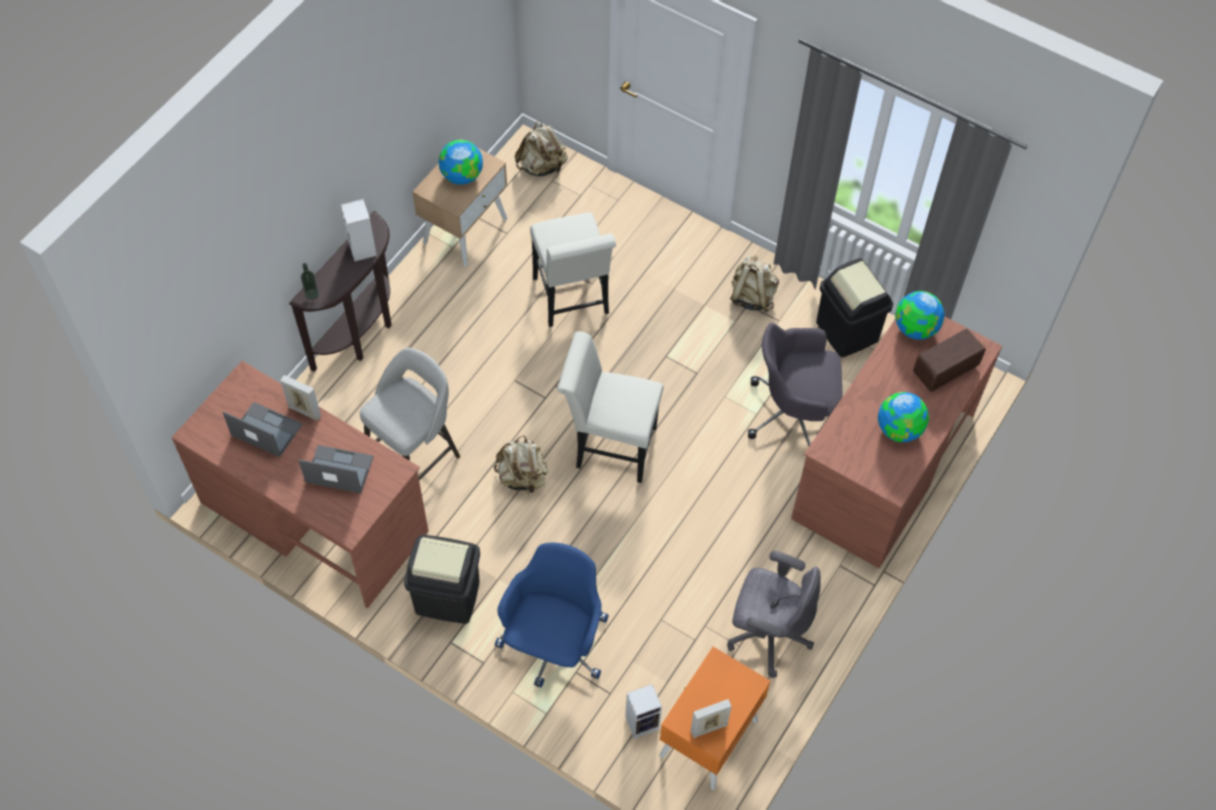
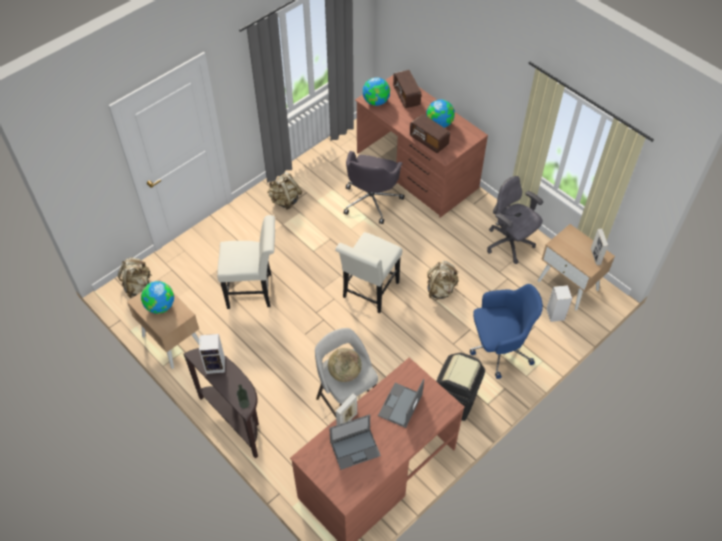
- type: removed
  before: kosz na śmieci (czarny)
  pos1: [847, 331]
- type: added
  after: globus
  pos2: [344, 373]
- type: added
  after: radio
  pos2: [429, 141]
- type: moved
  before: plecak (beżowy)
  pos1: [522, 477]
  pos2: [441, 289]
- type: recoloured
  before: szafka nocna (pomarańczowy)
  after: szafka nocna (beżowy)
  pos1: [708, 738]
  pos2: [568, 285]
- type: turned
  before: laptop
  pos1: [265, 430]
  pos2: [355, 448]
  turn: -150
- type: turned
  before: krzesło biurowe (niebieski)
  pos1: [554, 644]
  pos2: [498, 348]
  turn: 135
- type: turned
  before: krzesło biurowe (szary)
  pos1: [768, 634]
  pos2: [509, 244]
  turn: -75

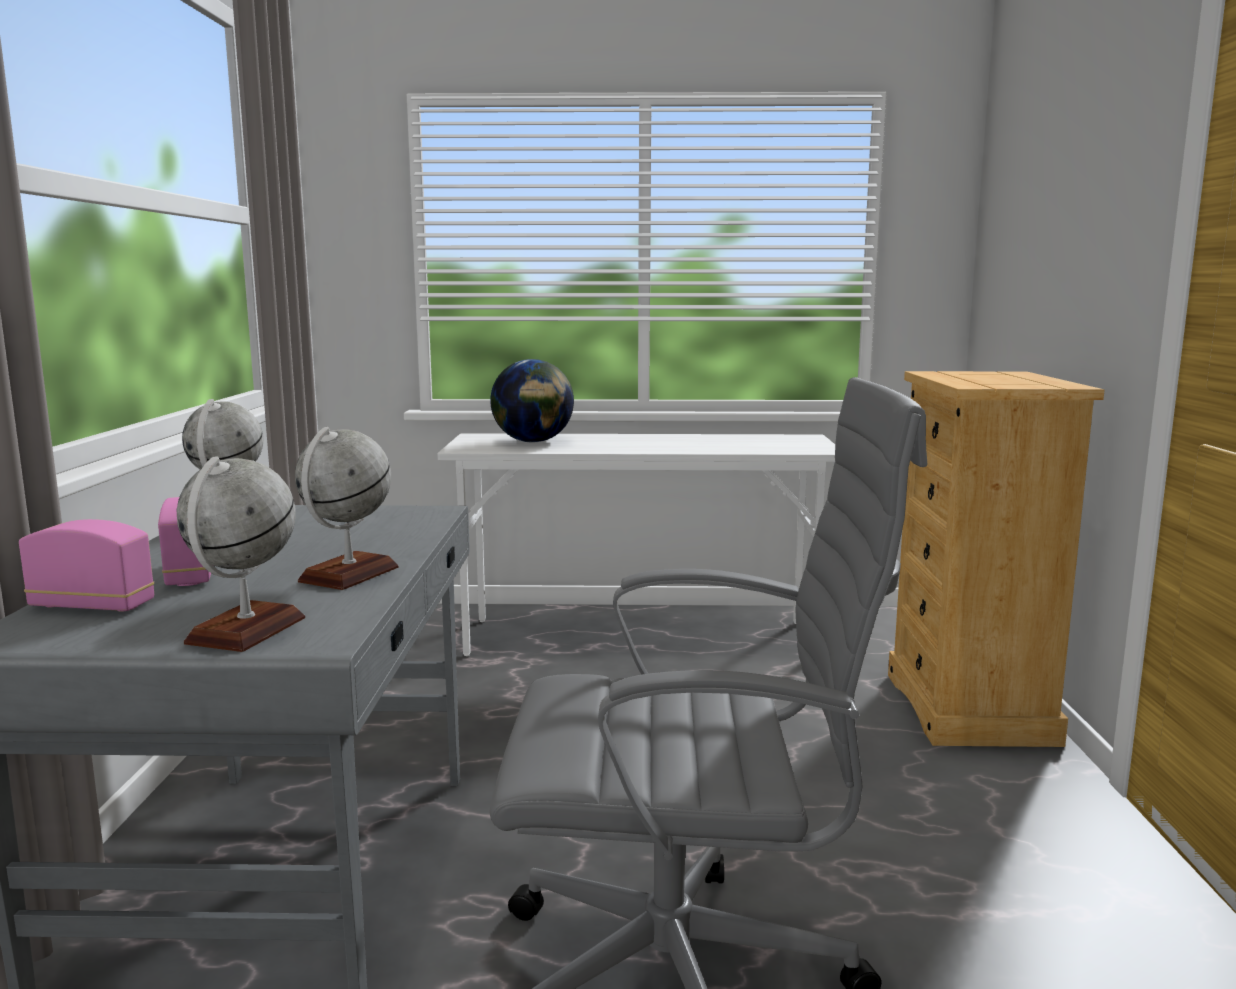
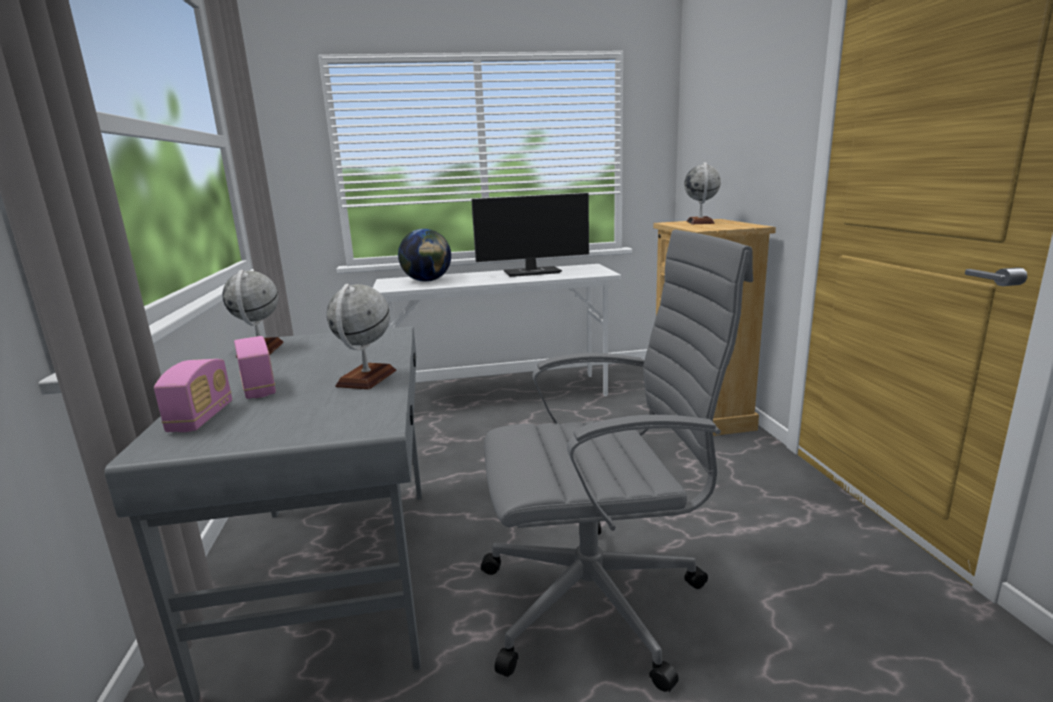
- type: added
  after: monitor
  pos2: [533, 272]
- type: moved
  before: globus
  pos1: [246, 630]
  pos2: [700, 222]
- type: turned
  before: radio
  pos1: [92, 605]
  pos2: [201, 418]
  turn: 90

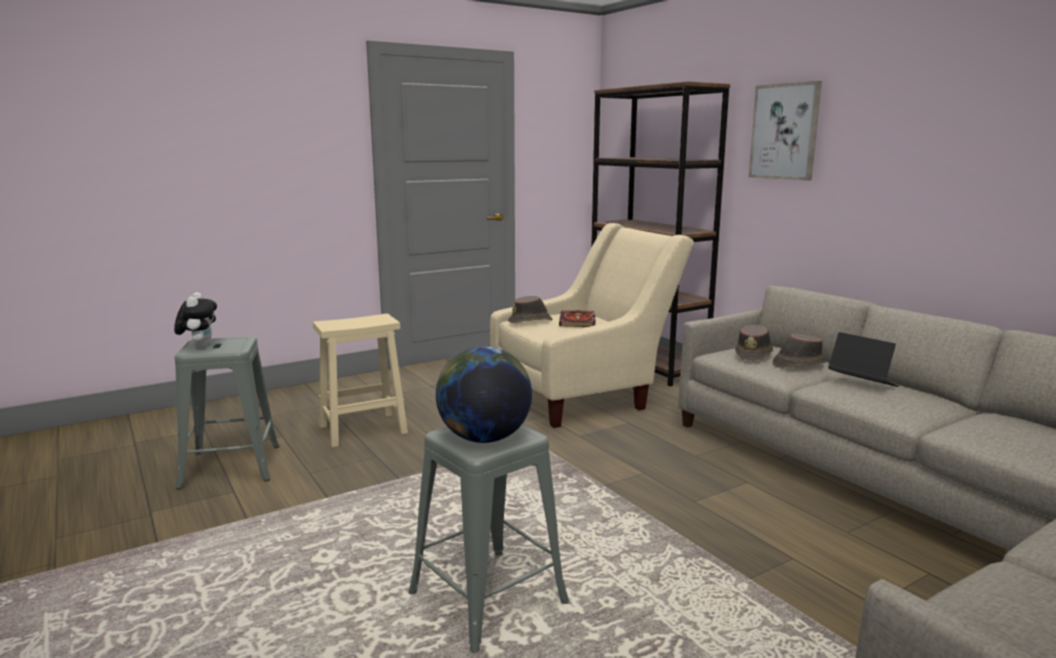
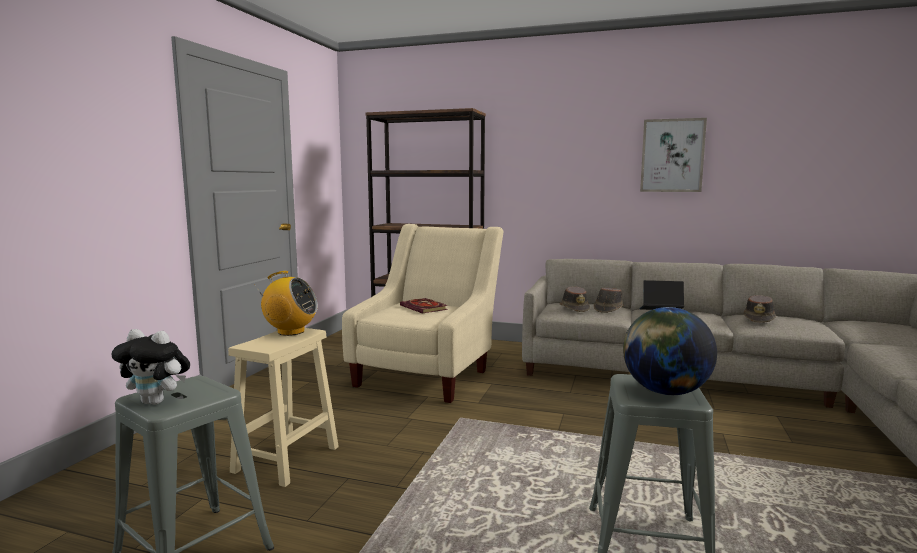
- type: added
  after: radio
  pos2: [290, 332]
- type: moved
  before: kapelusz (brązowy)
  pos1: [530, 321]
  pos2: [759, 319]
- type: moved
  before: obraz
  pos1: [784, 131]
  pos2: [672, 155]
- type: turned
  before: pluszak
  pos1: [199, 346]
  pos2: [157, 402]
  turn: 150

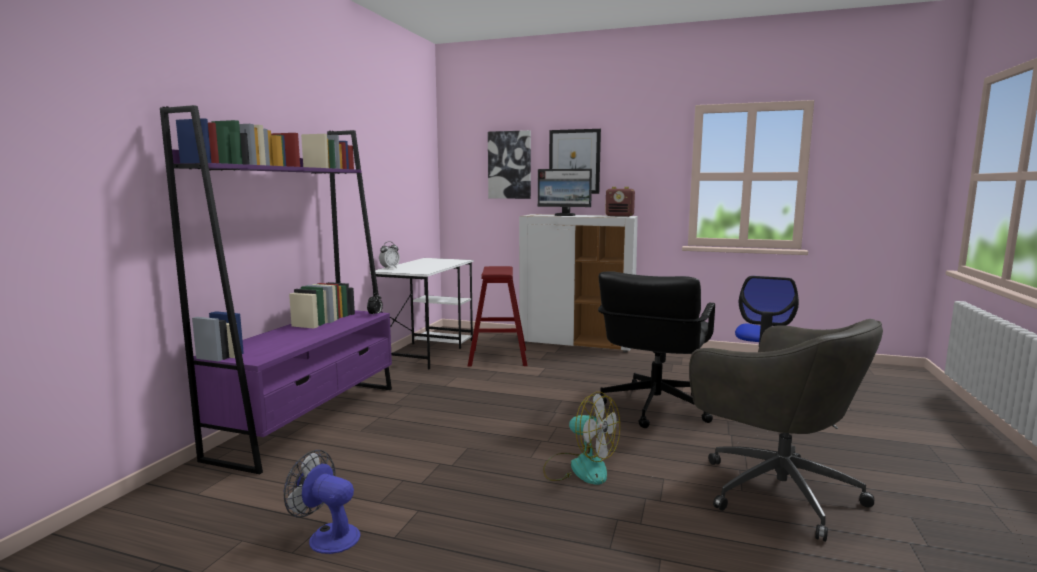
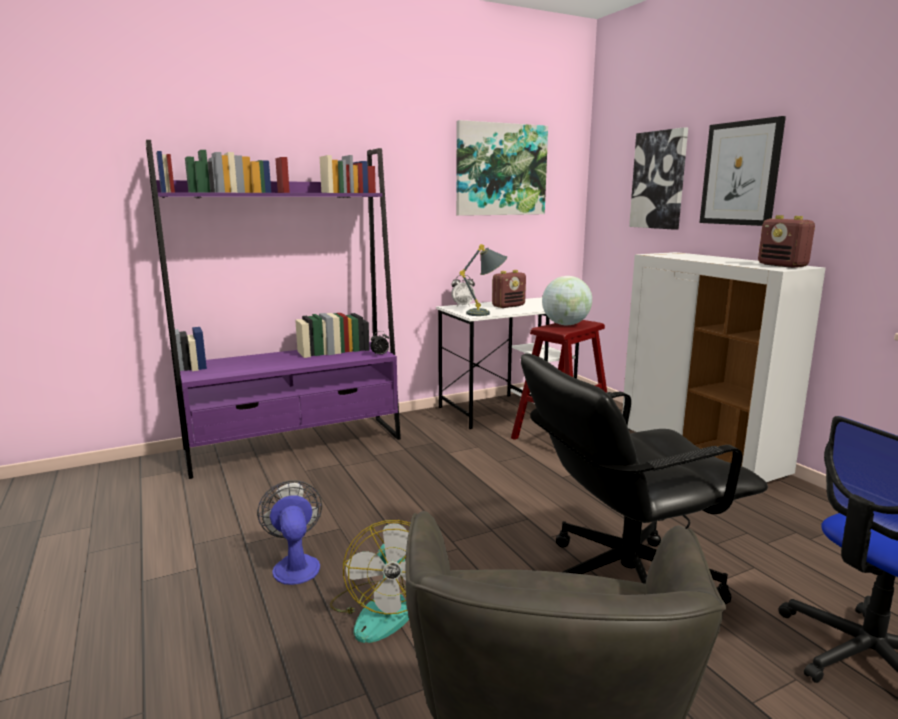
- type: removed
  before: monitor
  pos1: [565, 215]
- type: added
  after: obraz
  pos2: [501, 170]
- type: added
  after: lampa stołowa (szary)
  pos2: [486, 313]
- type: added
  after: radio
  pos2: [508, 306]
- type: added
  after: globus
  pos2: [565, 324]
- type: moved
  before: wentylator
  pos1: [327, 536]
  pos2: [295, 564]

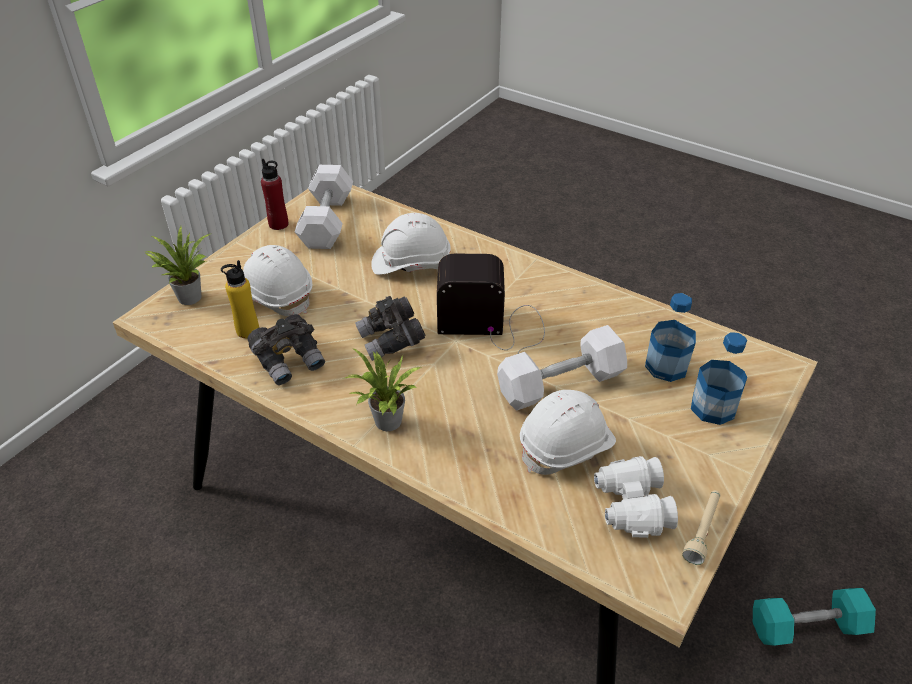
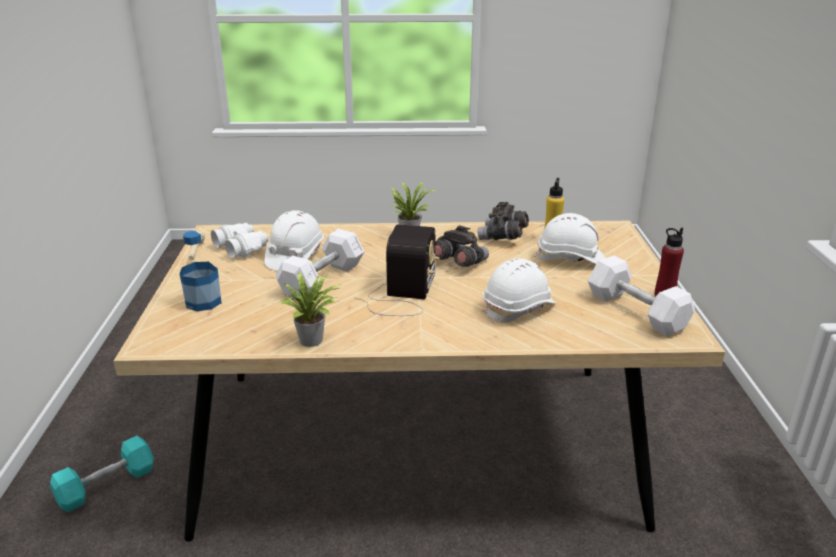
- type: removed
  before: butelka
  pos1: [666, 366]
- type: moved
  before: roślina doniczkowa
  pos1: [188, 296]
  pos2: [314, 341]
- type: turned
  before: radio
  pos1: [494, 324]
  pos2: [402, 294]
  turn: -45

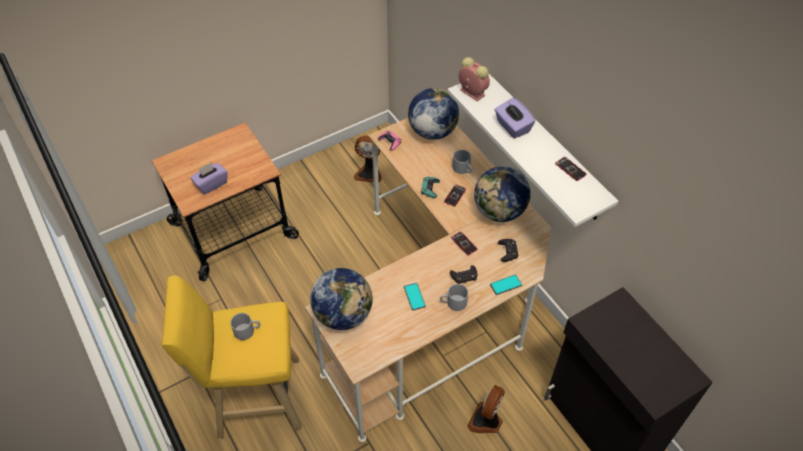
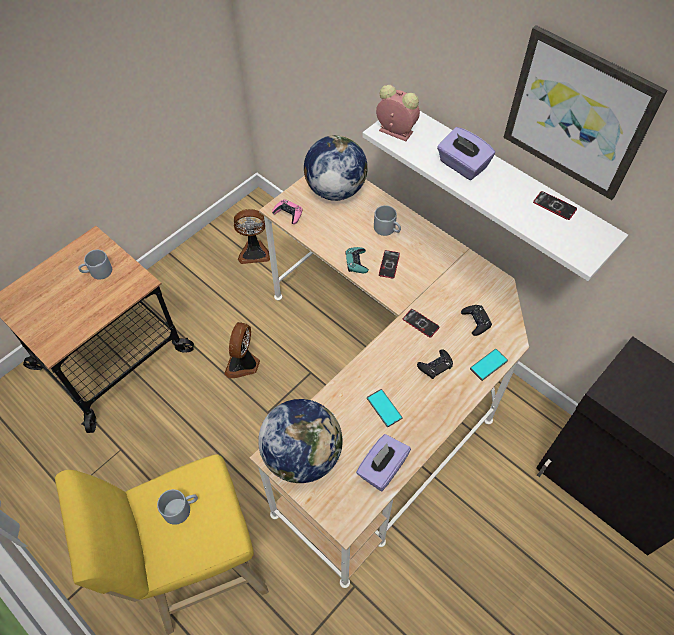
- type: removed
  before: globus
  pos1: [499, 211]
- type: added
  after: obraz
  pos2: [578, 114]
- type: moved
  before: pudełko chusteczek (fioletowy)
  pos1: [211, 184]
  pos2: [382, 468]
- type: moved
  before: kubek (szary)
  pos1: [453, 303]
  pos2: [97, 272]
- type: moved
  before: wentylator
  pos1: [486, 421]
  pos2: [243, 364]

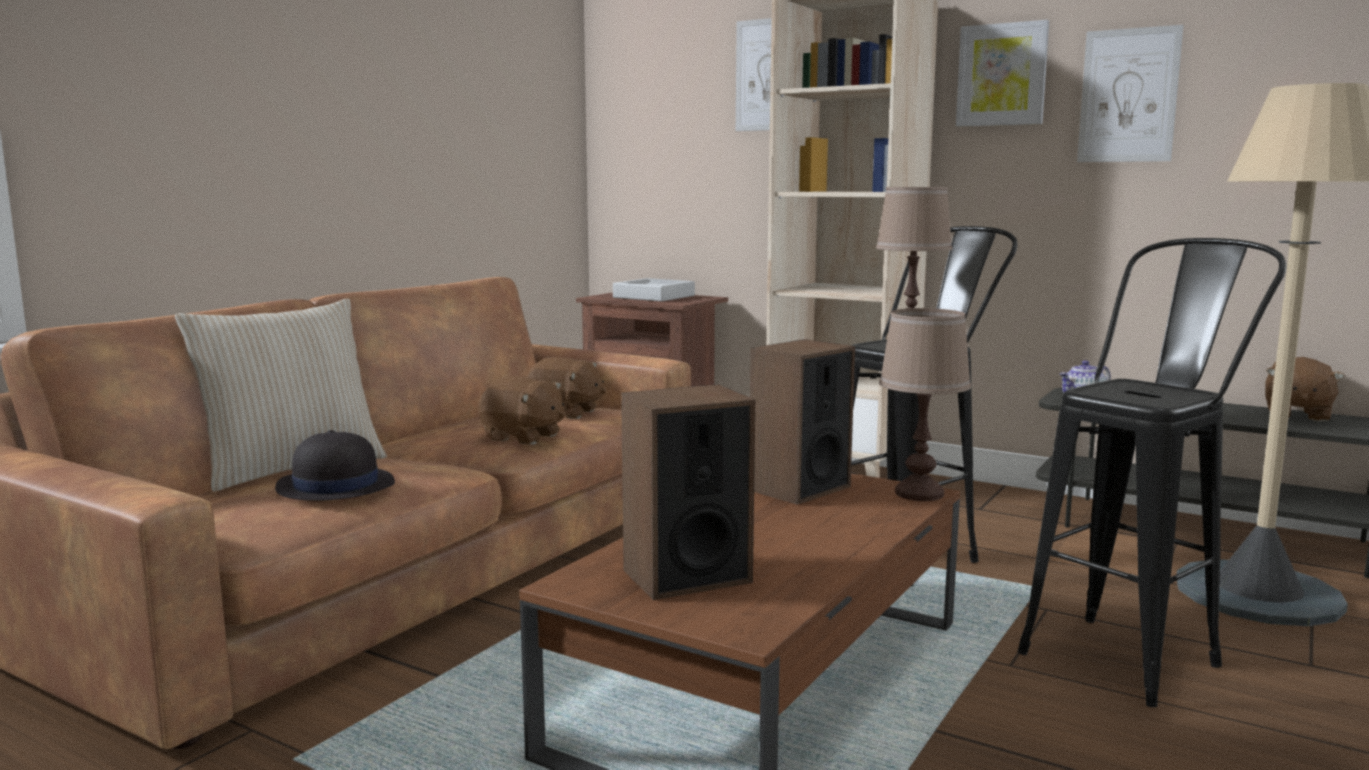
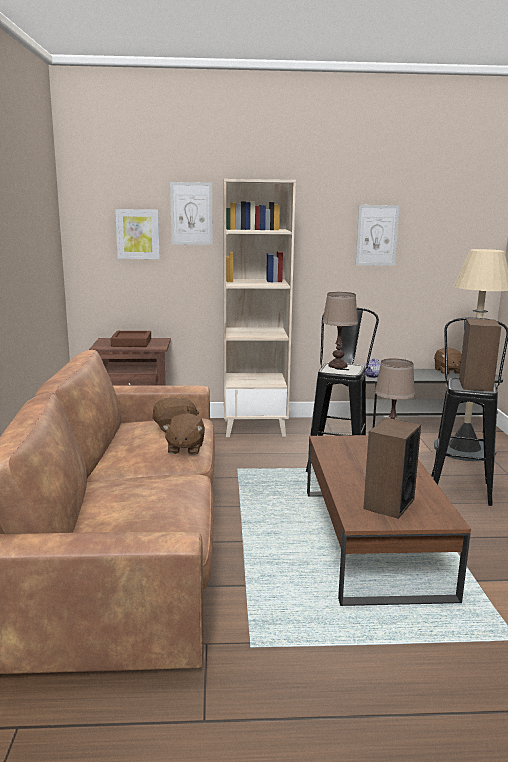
- type: removed
  before: poduszka (beżowy)
  pos1: [291, 468]
- type: removed
  before: kapelusz (czarny)
  pos1: [335, 486]
- type: moved
  before: głośnik
  pos1: [799, 488]
  pos2: [475, 385]
- type: moved
  before: obraz
  pos1: [1002, 75]
  pos2: [138, 234]
- type: recoloured
  before: taca (szary)
  after: taca (brązowy)
  pos1: [654, 296]
  pos2: [131, 342]
- type: turned
  before: pluszak (brązowy)
  pos1: [523, 437]
  pos2: [185, 449]
  turn: 105

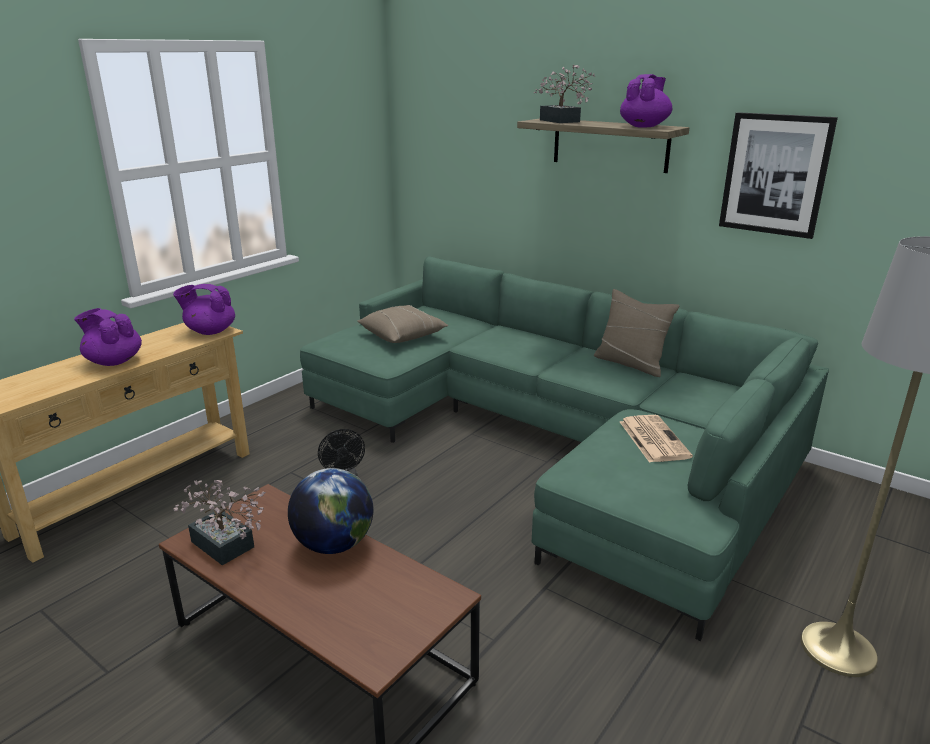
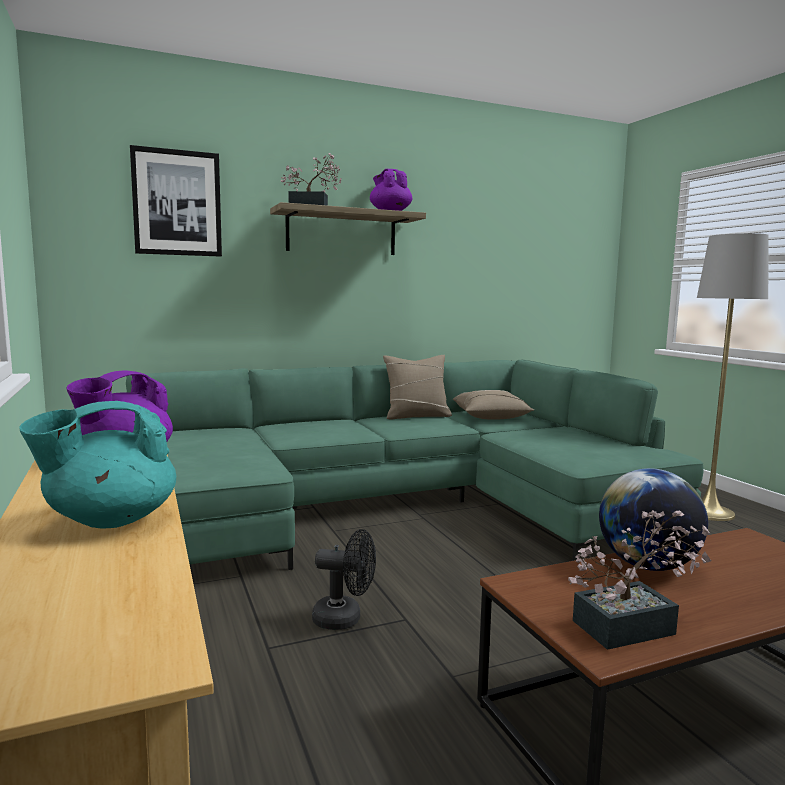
- type: removed
  before: gazeta
  pos1: [652, 439]
- type: moved
  before: poduszka (beżowy)
  pos1: [403, 335]
  pos2: [490, 416]
- type: moved
  before: obraz
  pos1: [775, 174]
  pos2: [177, 203]
- type: recoloured
  before: imbryk (fioletowy)
  after: imbryk (turkusowy)
  pos1: [114, 361]
  pos2: [110, 520]

